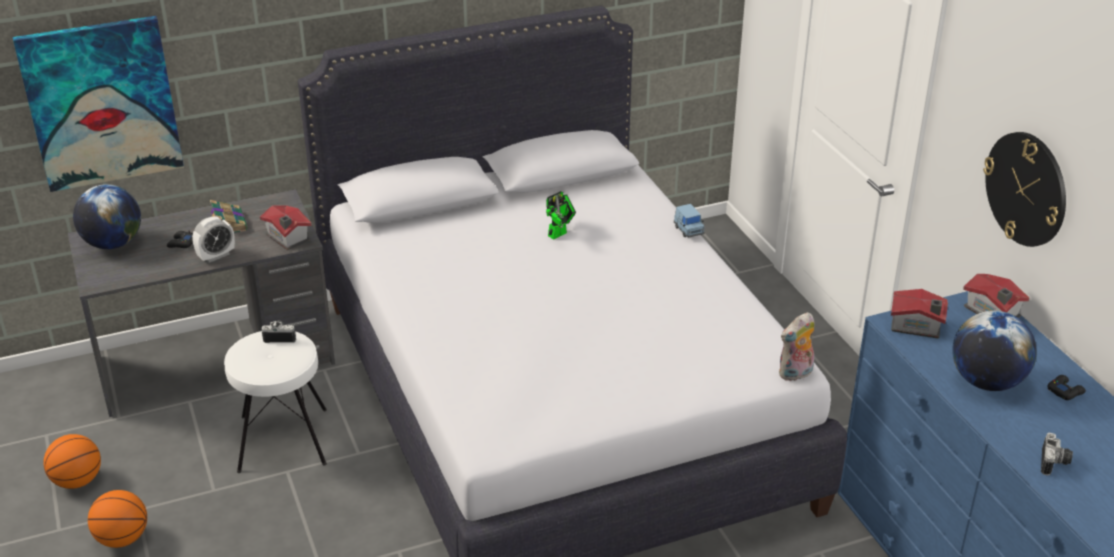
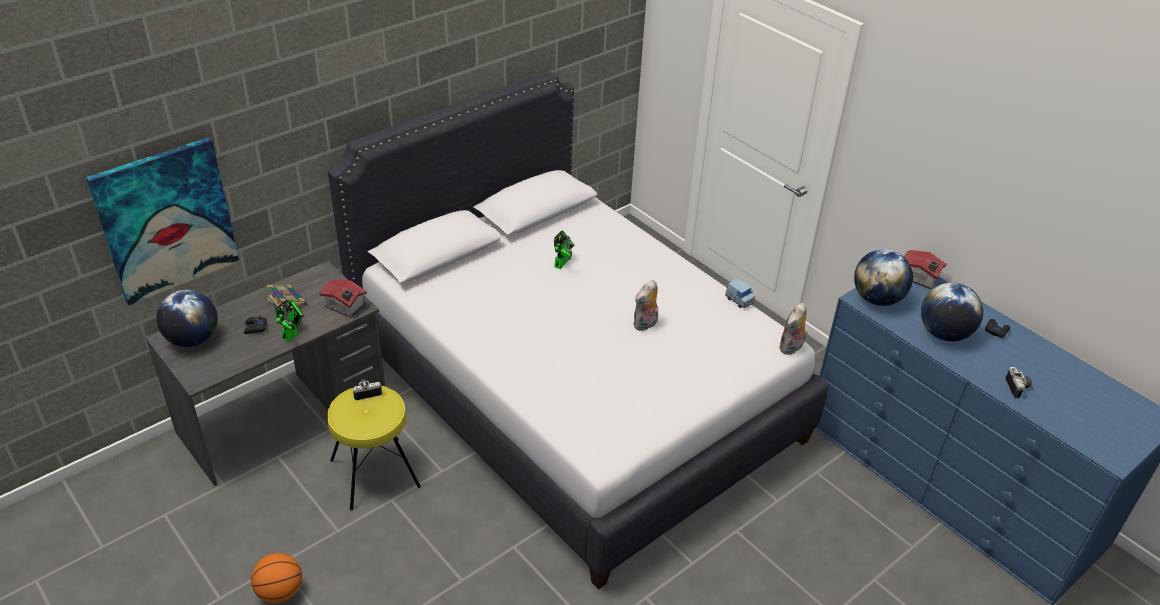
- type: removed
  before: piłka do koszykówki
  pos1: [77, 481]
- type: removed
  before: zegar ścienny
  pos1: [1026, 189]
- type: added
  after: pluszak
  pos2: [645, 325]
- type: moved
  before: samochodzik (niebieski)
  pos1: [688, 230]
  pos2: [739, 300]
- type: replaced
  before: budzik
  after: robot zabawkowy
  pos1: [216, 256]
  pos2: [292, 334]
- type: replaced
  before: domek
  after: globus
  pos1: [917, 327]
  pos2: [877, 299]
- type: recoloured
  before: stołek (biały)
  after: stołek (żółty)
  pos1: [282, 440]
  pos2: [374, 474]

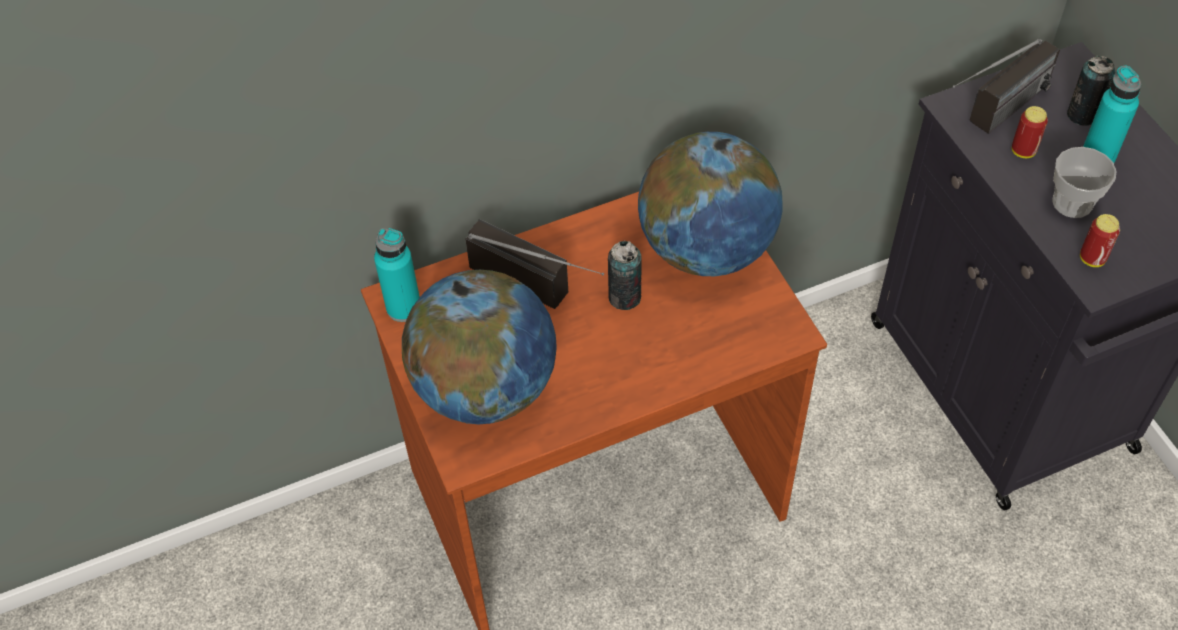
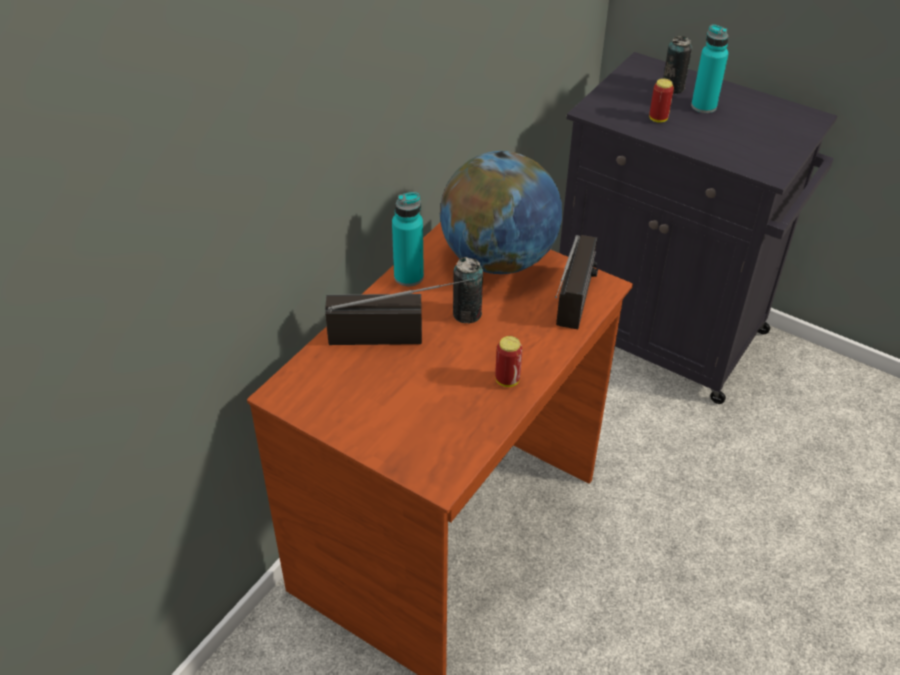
- type: removed
  before: globus
  pos1: [485, 388]
- type: removed
  before: filiżanka
  pos1: [1072, 203]
- type: moved
  before: butelka (turkusowy)
  pos1: [403, 308]
  pos2: [408, 277]
- type: moved
  before: radio
  pos1: [994, 118]
  pos2: [573, 314]
- type: moved
  before: puszka
  pos1: [1092, 259]
  pos2: [507, 380]

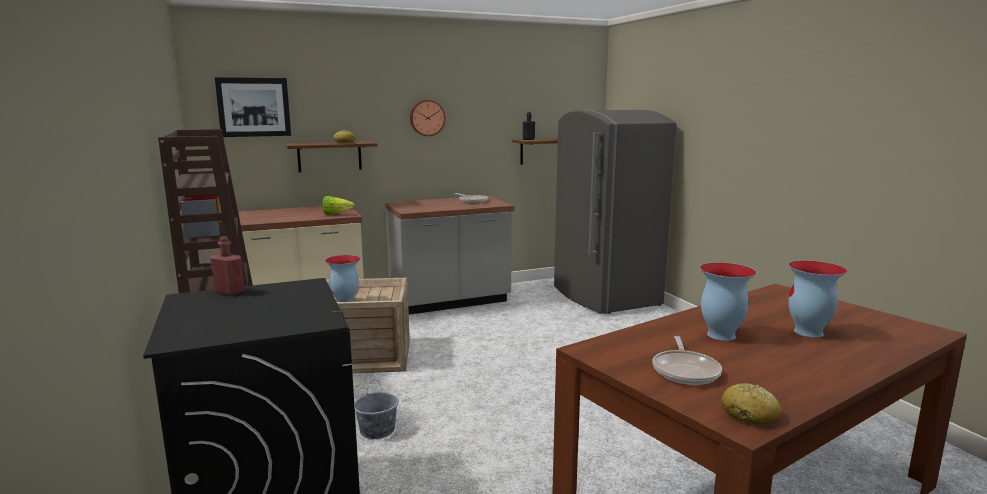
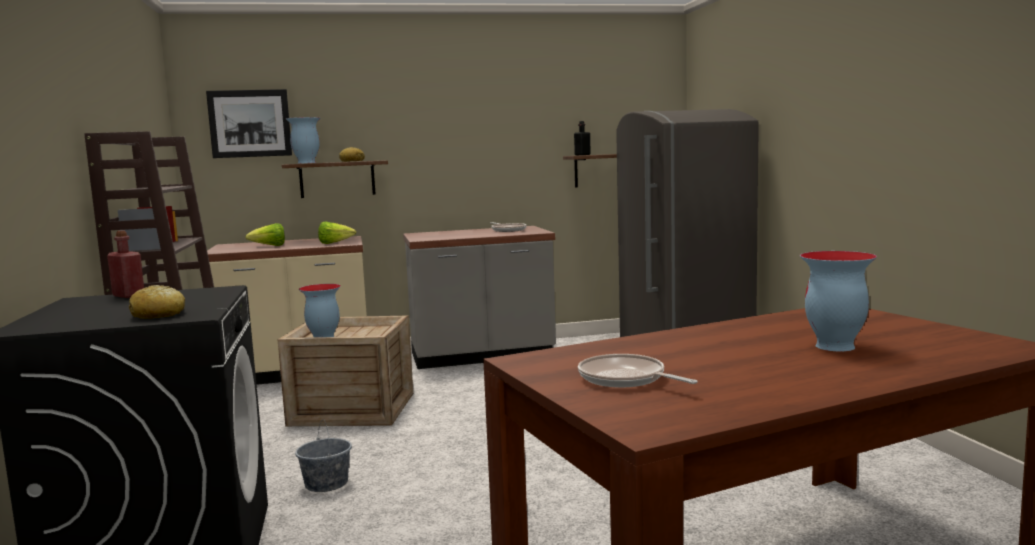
- type: removed
  before: zegar ścienny
  pos1: [427, 118]
- type: added
  after: sałata
  pos2: [269, 246]
- type: moved
  before: wazon
  pos1: [720, 335]
  pos2: [306, 163]
- type: moved
  before: chleb
  pos1: [750, 414]
  pos2: [158, 315]
- type: turned
  before: patelnia
  pos1: [685, 370]
  pos2: [625, 379]
  turn: 120

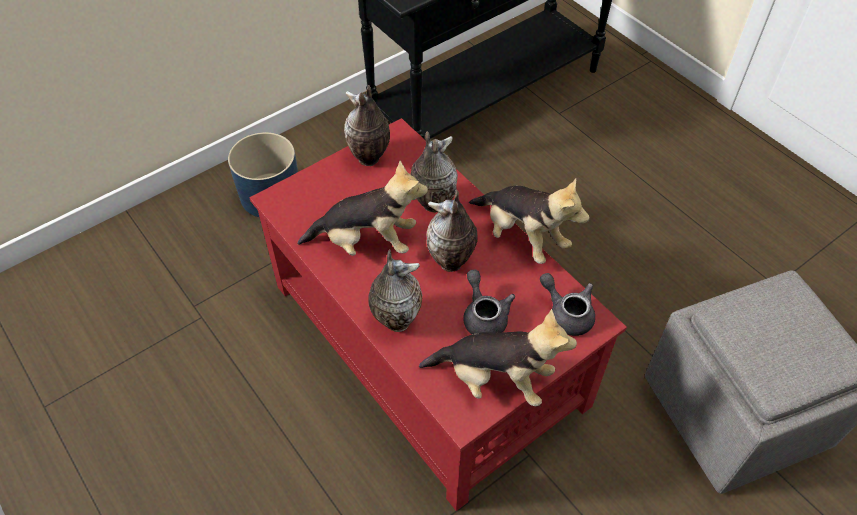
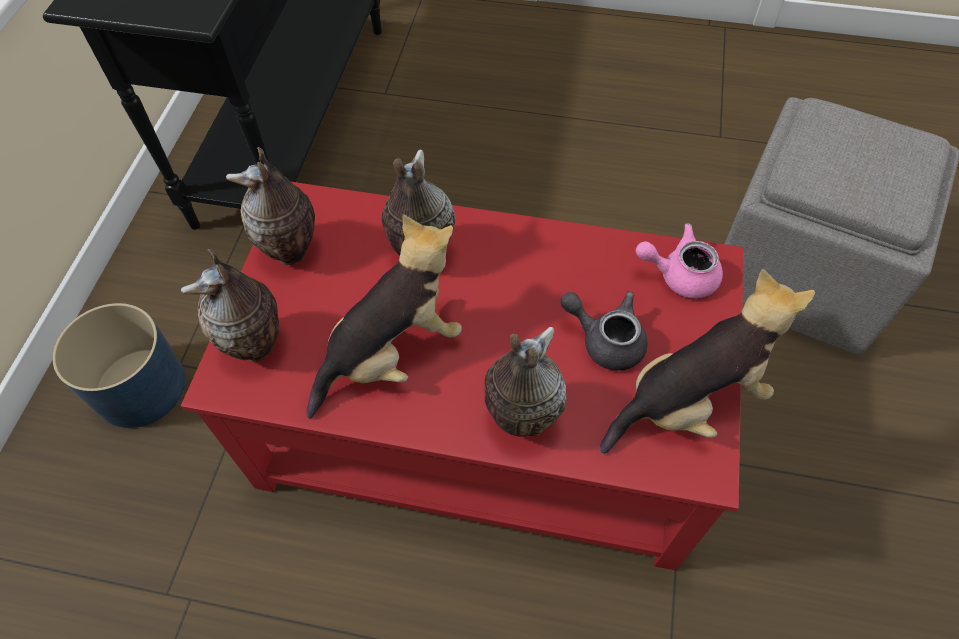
- type: removed
  before: pluszak
  pos1: [522, 237]
- type: moved
  before: wazon
  pos1: [451, 262]
  pos2: [257, 347]
- type: recoloured
  before: imbryk (szary)
  after: imbryk (różowy)
  pos1: [567, 313]
  pos2: [679, 275]

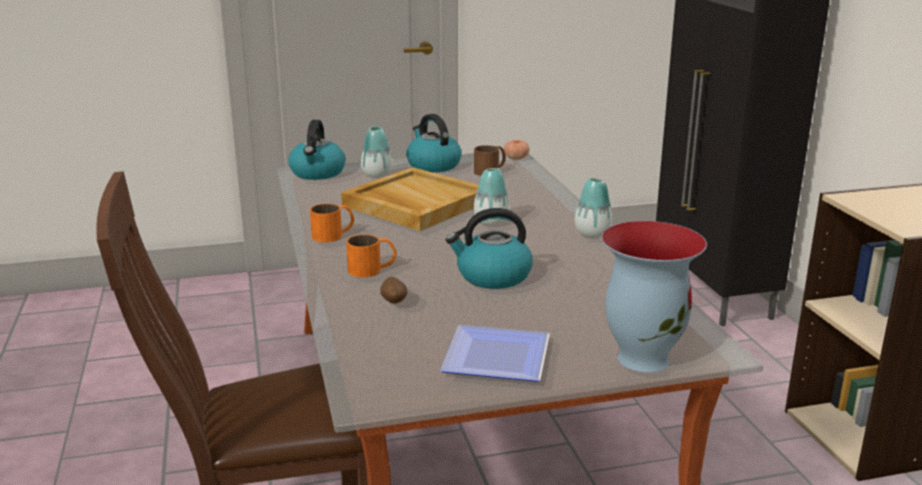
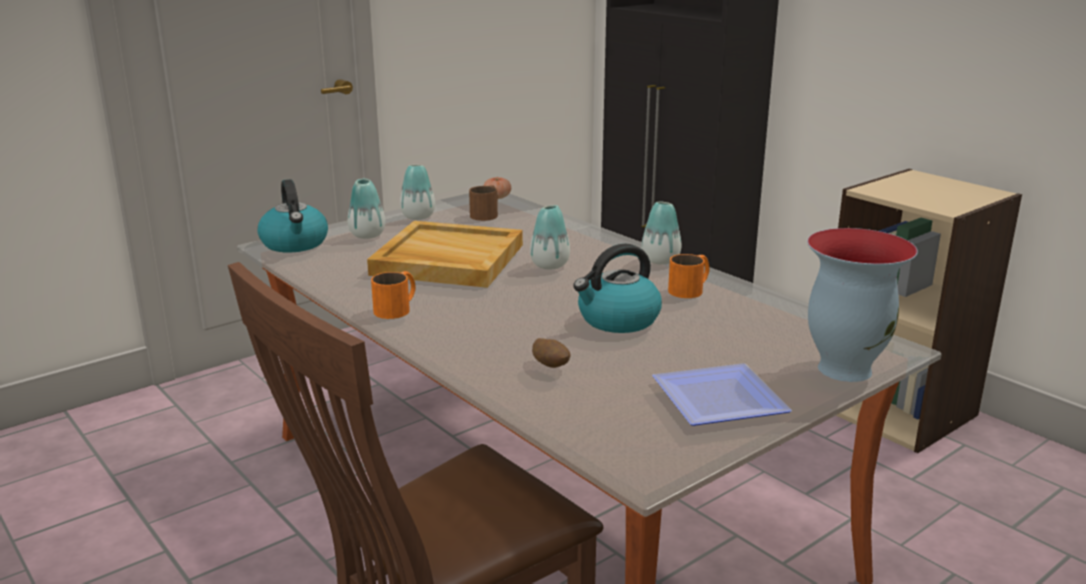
- type: moved
  before: kubek (pomarańczowy)
  pos1: [372, 269]
  pos2: [691, 289]
- type: replaced
  before: czajnik
  after: wazon
  pos1: [433, 165]
  pos2: [418, 217]

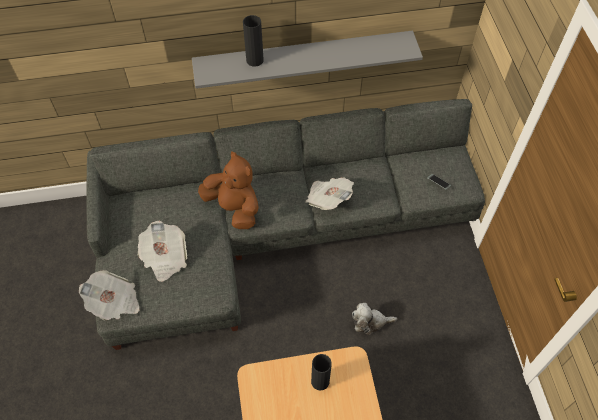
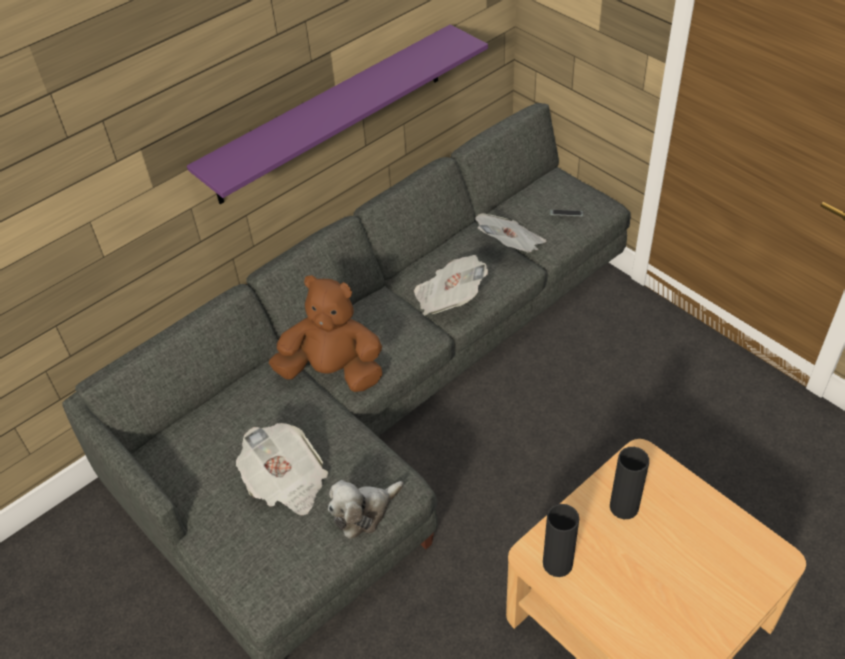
- type: moved
  before: gazeta
  pos1: [114, 302]
  pos2: [511, 246]
- type: moved
  before: wazon (czarny)
  pos1: [254, 60]
  pos2: [557, 563]
- type: moved
  before: pluszak
  pos1: [370, 322]
  pos2: [364, 512]
- type: recoloured
  before: półka (szary)
  after: półka (fioletowy)
  pos1: [303, 58]
  pos2: [331, 114]

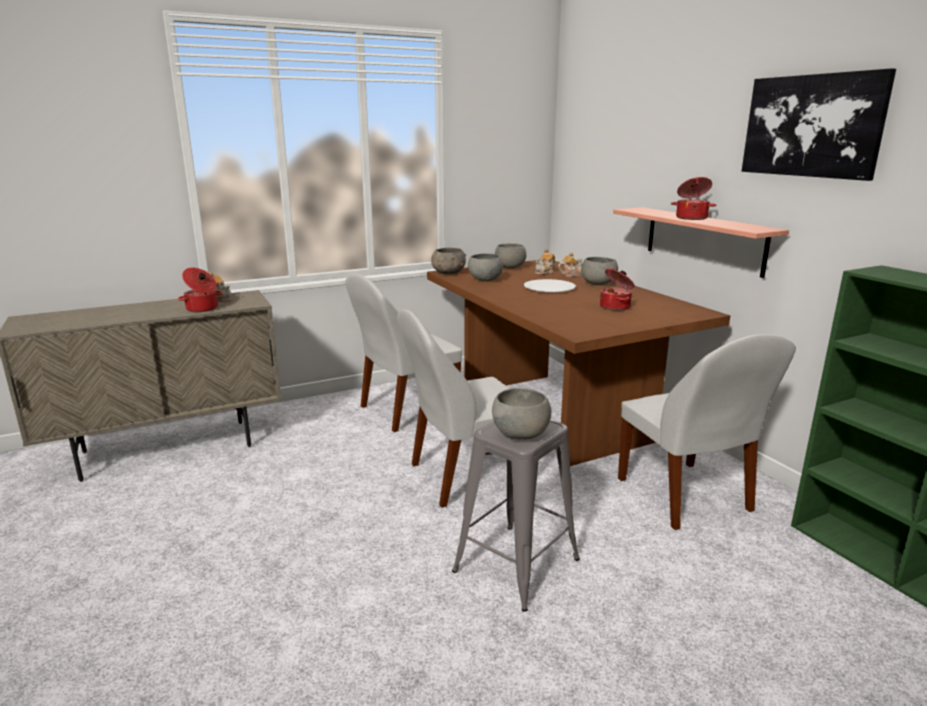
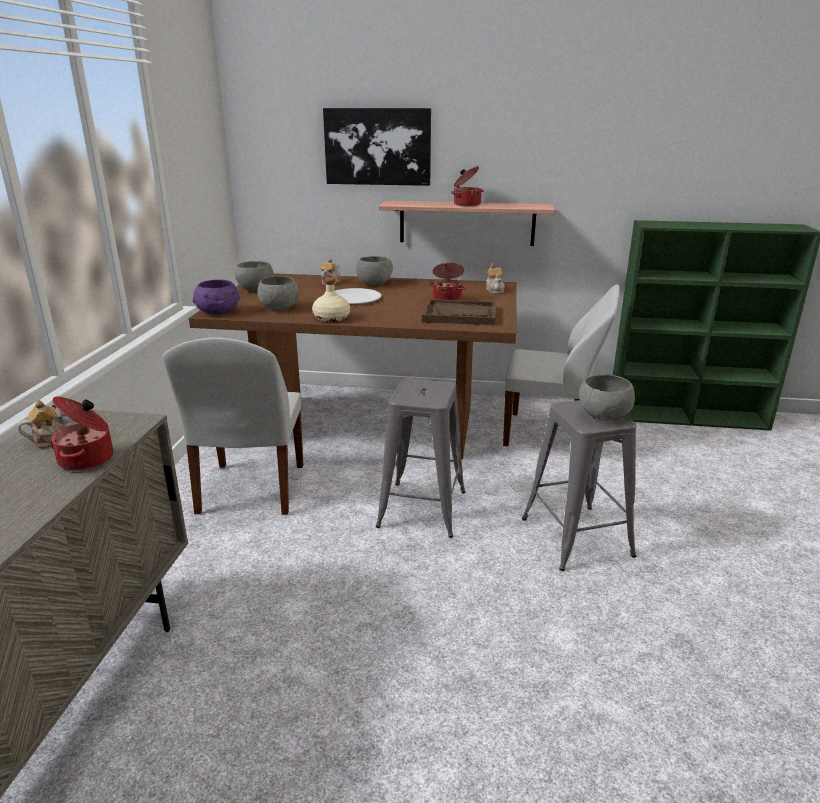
- type: added
  after: butelka (beżowy)
  pos2: [331, 318]
- type: added
  after: taca (brązowy)
  pos2: [460, 315]
- type: moved
  before: imbryk
  pos1: [545, 272]
  pos2: [495, 290]
- type: moved
  before: obraz
  pos1: [812, 126]
  pos2: [378, 146]
- type: replaced
  before: krzesło (biały)
  after: stołek (szary)
  pos1: [464, 476]
  pos2: [422, 508]
- type: recoloured
  before: miska (szary)
  after: miska (fioletowy)
  pos1: [448, 273]
  pos2: [218, 312]

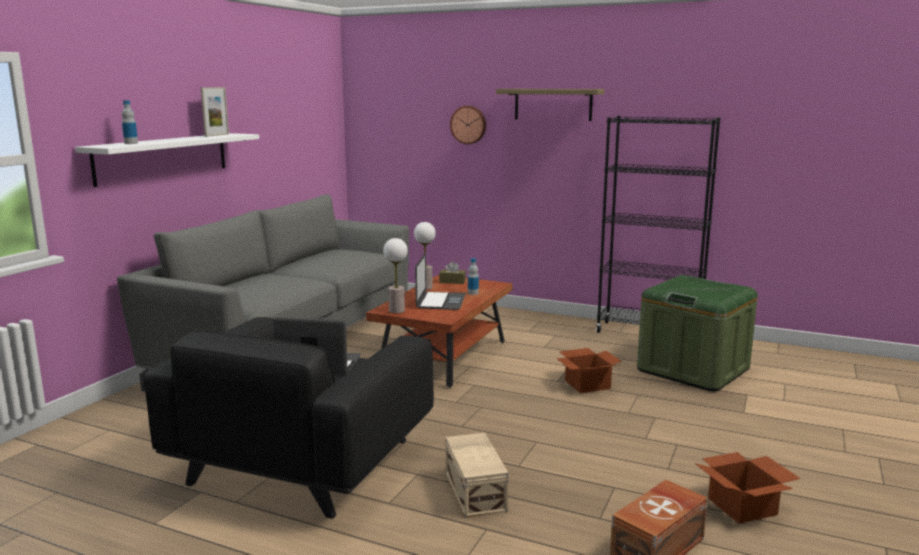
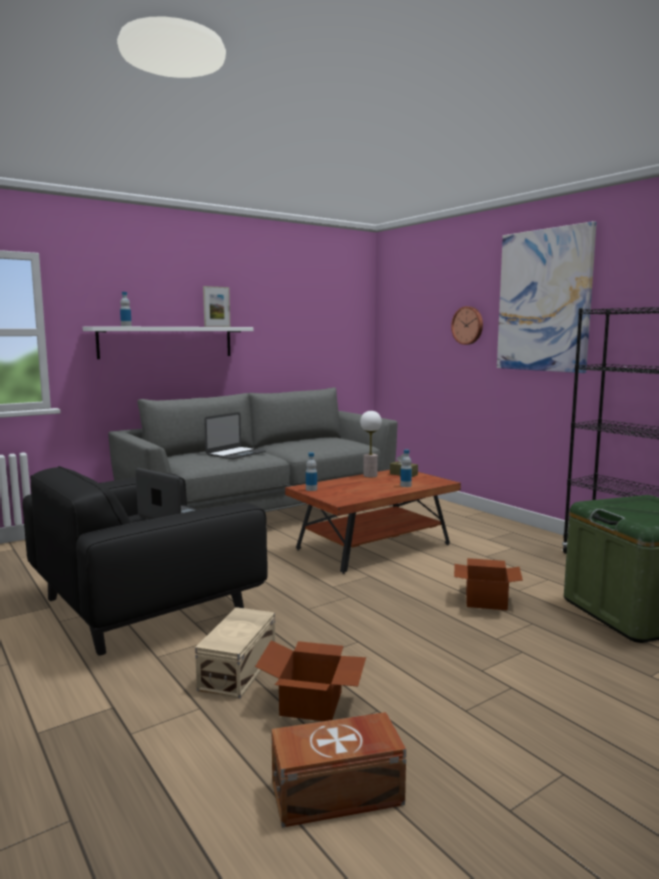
- type: moved
  before: laptop
  pos1: [441, 301]
  pos2: [236, 453]
- type: moved
  before: karton
  pos1: [744, 507]
  pos2: [313, 704]
- type: replaced
  before: lampa stołowa
  after: butelka
  pos1: [396, 311]
  pos2: [311, 489]
- type: replaced
  before: półka
  after: obraz
  pos1: [553, 104]
  pos2: [544, 301]

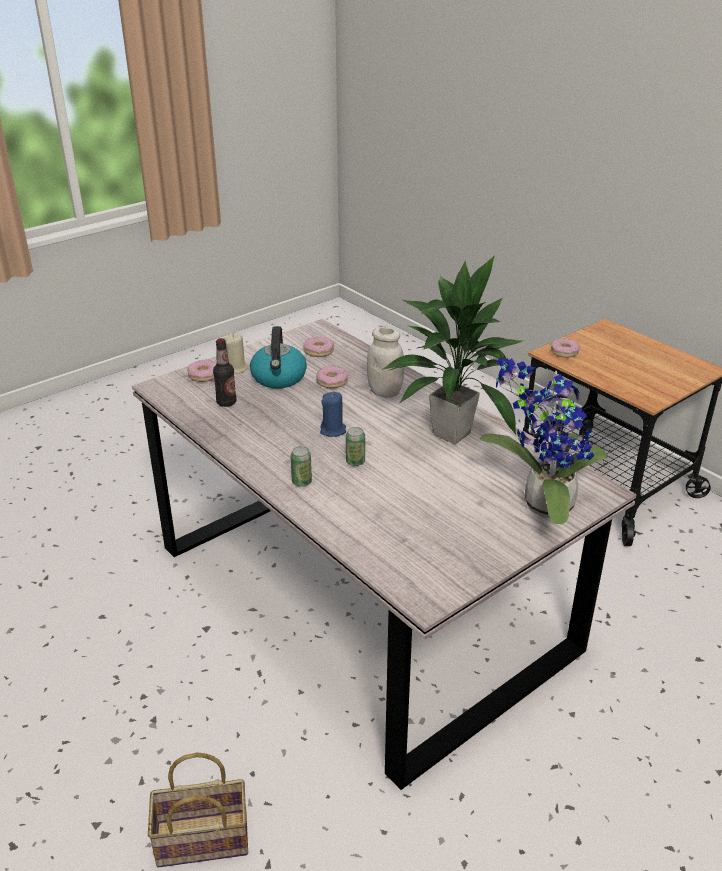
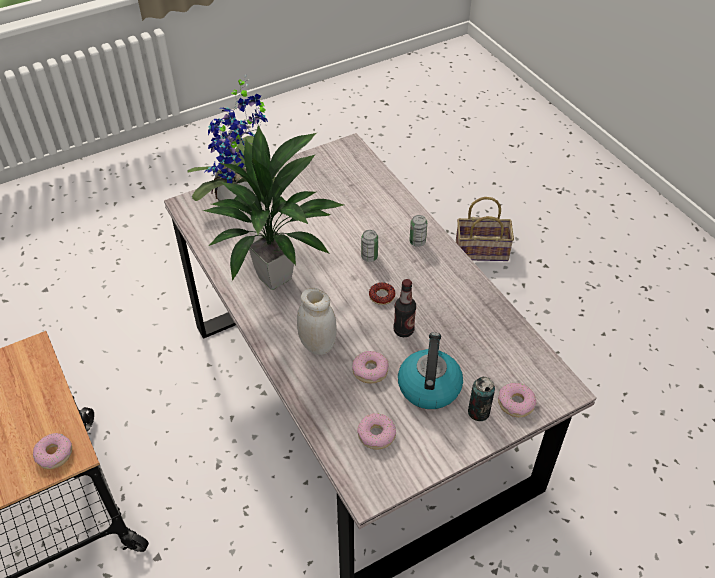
- type: moved
  before: butelka
  pos1: [226, 402]
  pos2: [403, 330]
- type: replaced
  before: świeca (beżowy)
  after: puszka
  pos1: [236, 368]
  pos2: [478, 412]
- type: replaced
  before: świeca (niebieski)
  after: donut
  pos1: [333, 430]
  pos2: [382, 296]

